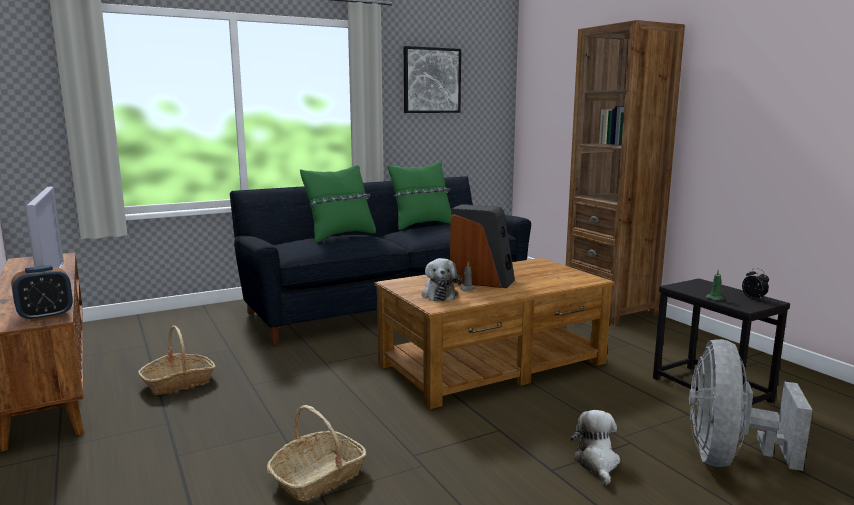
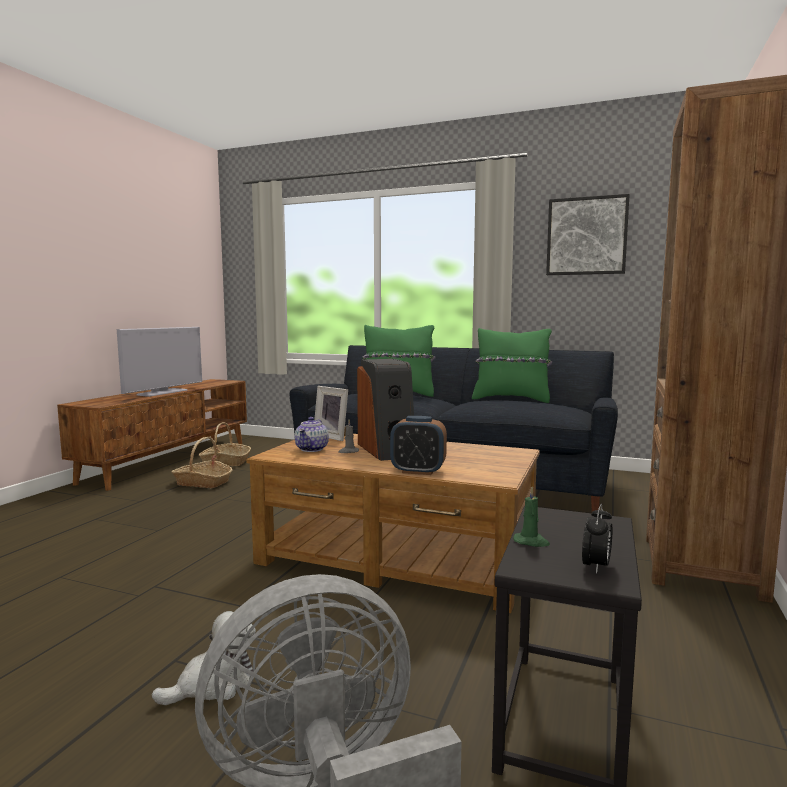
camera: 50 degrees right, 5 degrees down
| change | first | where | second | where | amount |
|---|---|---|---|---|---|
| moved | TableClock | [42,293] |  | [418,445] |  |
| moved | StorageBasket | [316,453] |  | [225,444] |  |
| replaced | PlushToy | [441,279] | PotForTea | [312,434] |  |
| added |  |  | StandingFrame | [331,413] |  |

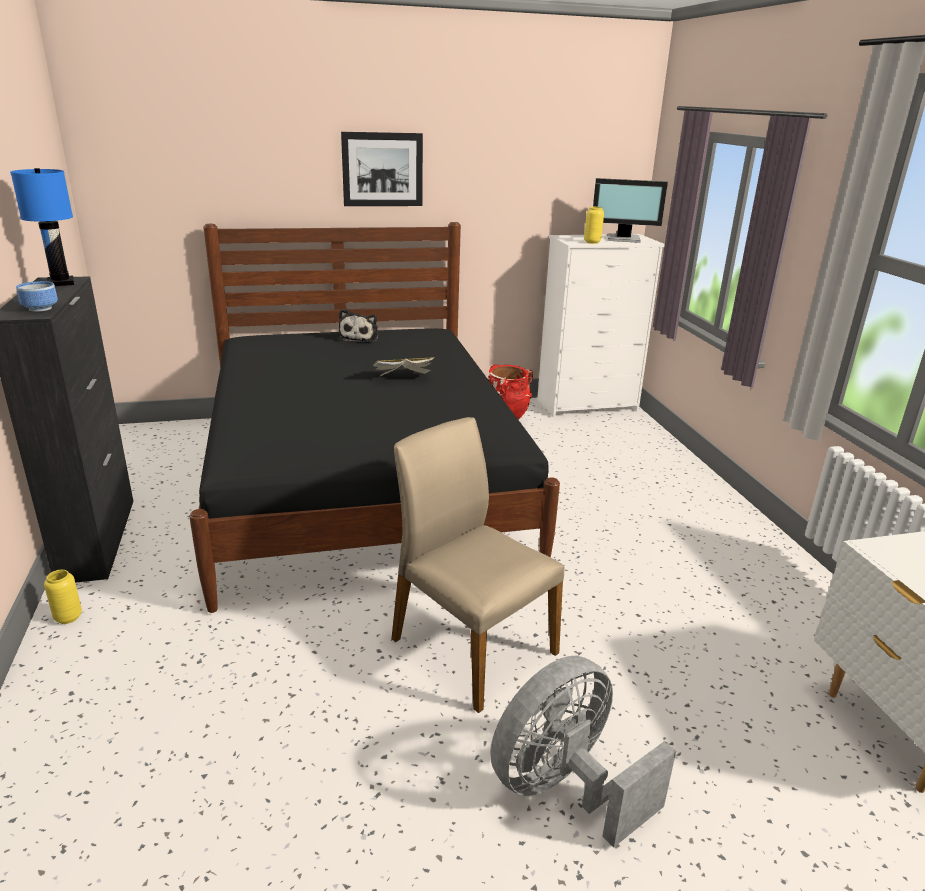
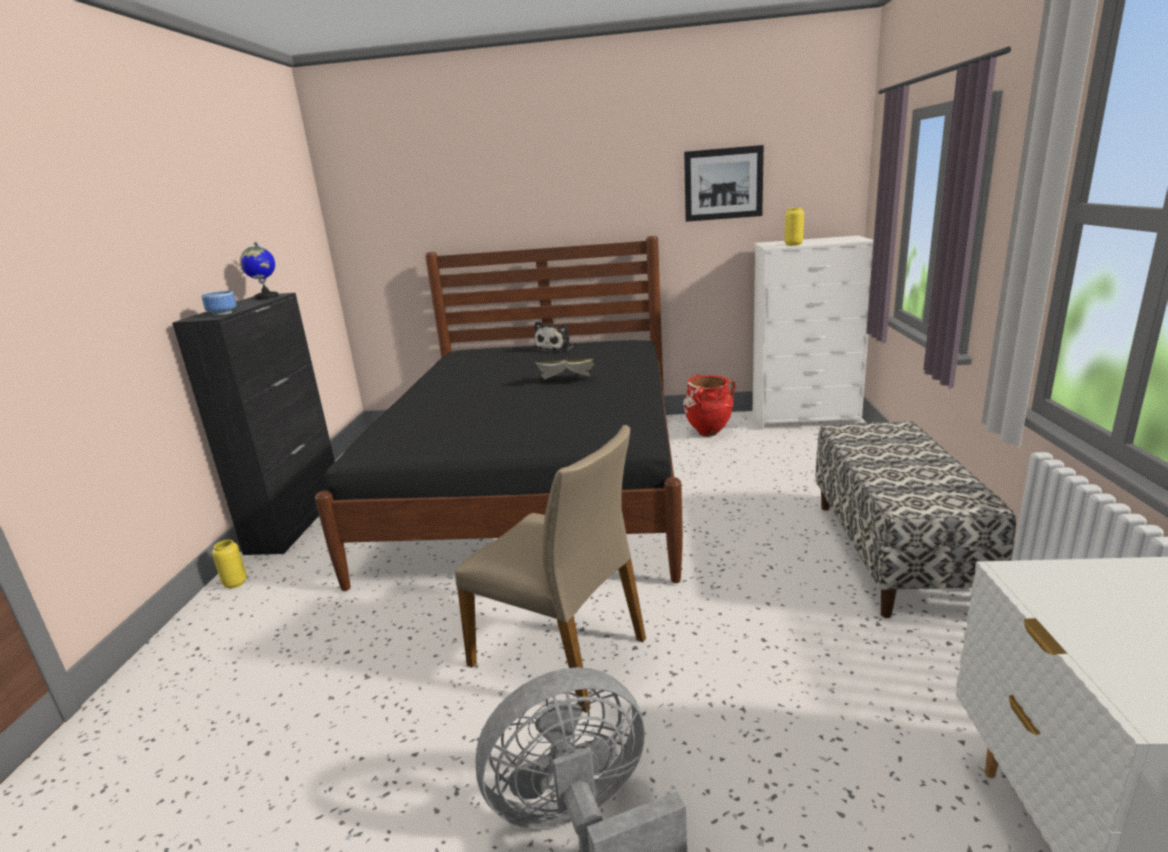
camera: 20 degrees right, 5 degrees down
| change | first | where | second | where | amount |
|---|---|---|---|---|---|
| replaced | BluishLampForATable | [42,227] | Globe | [259,271] |  |
| moved | WallArt | [382,169] |  | [724,183] |  |
| turned | BeigePlainChair | [477,565] |  | [550,569] | 150 degrees clockwise |
| removed | Monitor | [630,210] |  |  |  |
| added |  |  | Bench | [915,519] |  |

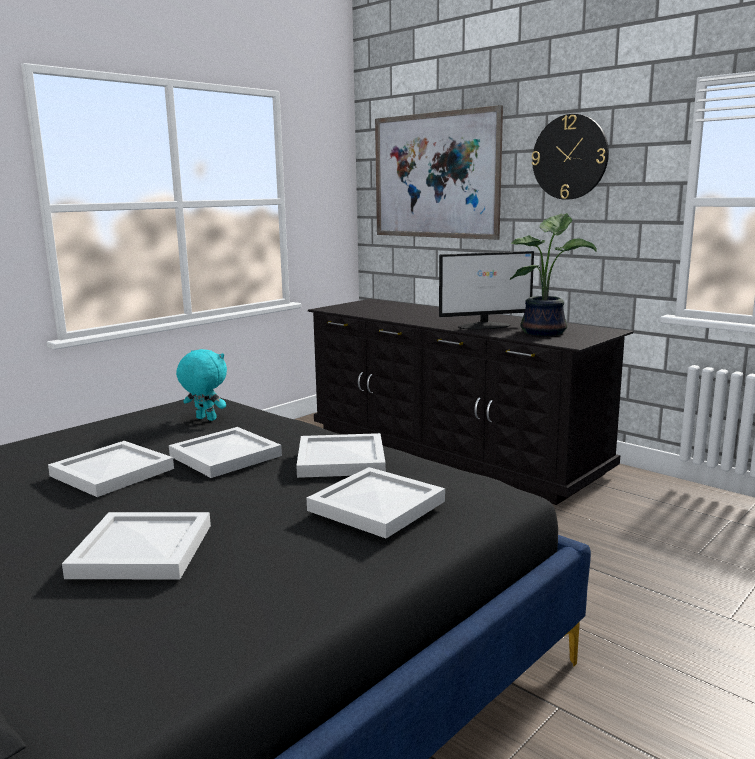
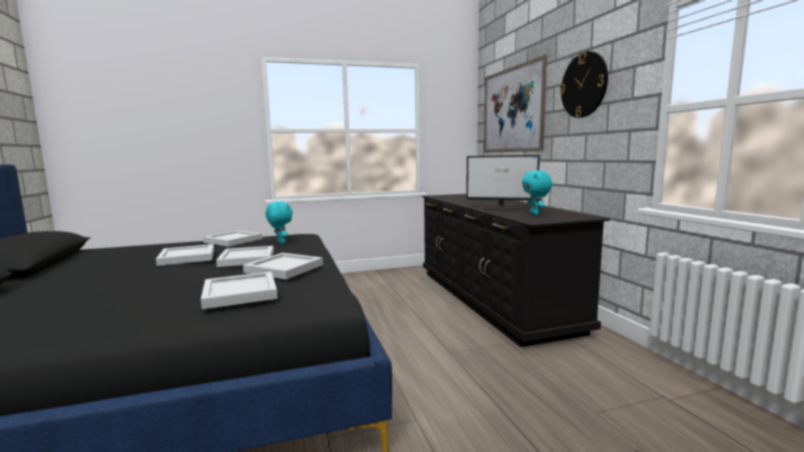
camera: 30 degrees right, 5 degrees down
| change | first | where | second | where | amount |
|---|---|---|---|---|---|
| moved | WhiteTray | [136,546] |  | [232,238] |  |
| replaced | PlantInAPot | [553,274] | TurquoisePlushToy | [537,192] |  |

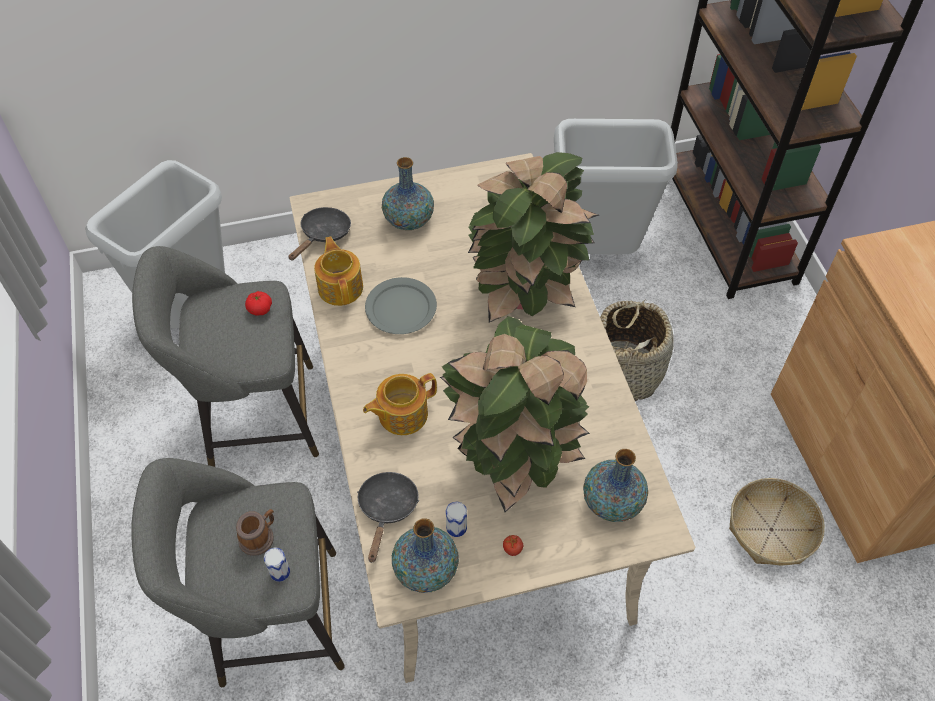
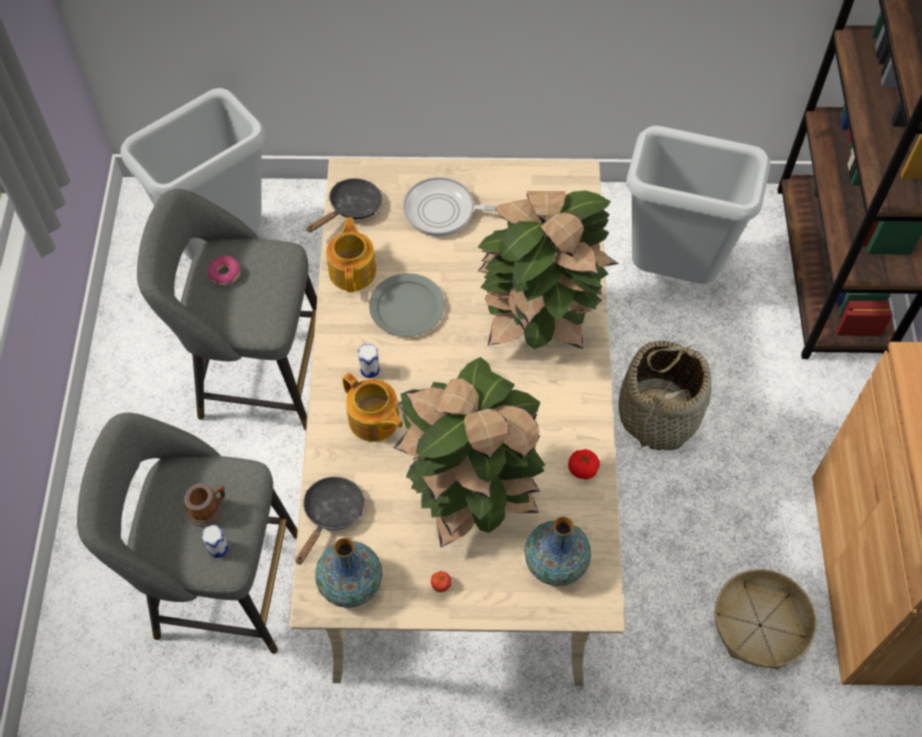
camera: 15 degrees right, 5 degrees up
| change | first | where | second | where | amount |
|---|---|---|---|---|---|
| moved | FreshTomato | [258,303] |  | [584,464] |  |
| turned | PotForTea | [400,404] |  | [372,407] | 120 degrees counterclockwise |
| replaced | FlowerVase | [408,193] | Skillet | [449,207] |  |
| moved | Can | [456,519] |  | [369,361] |  |
| added |  |  | Doughnut | [224,270] |  |

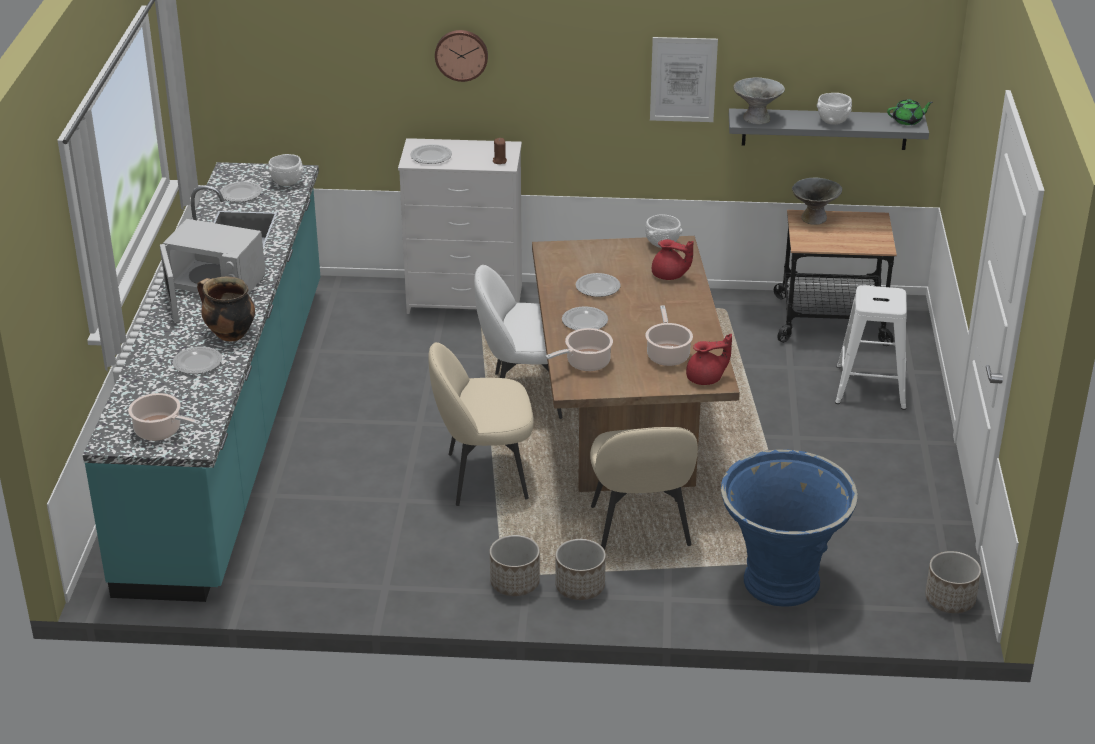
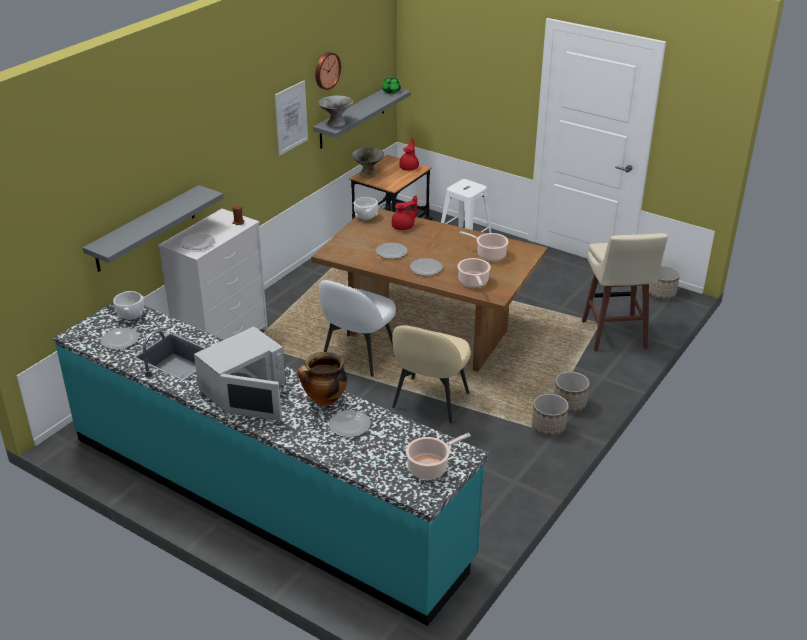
camera: 60 degrees left, 0 degrees up
| change | first | where | second | where | amount |
|---|---|---|---|---|---|
| moved | ClockOnTheWall | [461,56] |  | [328,71] |  |
| removed | BeigePlainChair | [644,488] |  |  |  |
| moved | RedColouredPotForTea | [709,359] |  | [409,154] |  |
| replaced | BluishFlowerPot | [789,527] | BeigeSittingStool | [625,292] |  |
| removed | WhiteBowl | [834,109] |  |  |  |
| added |  |  | GrayWallShelf | [153,228] |  |

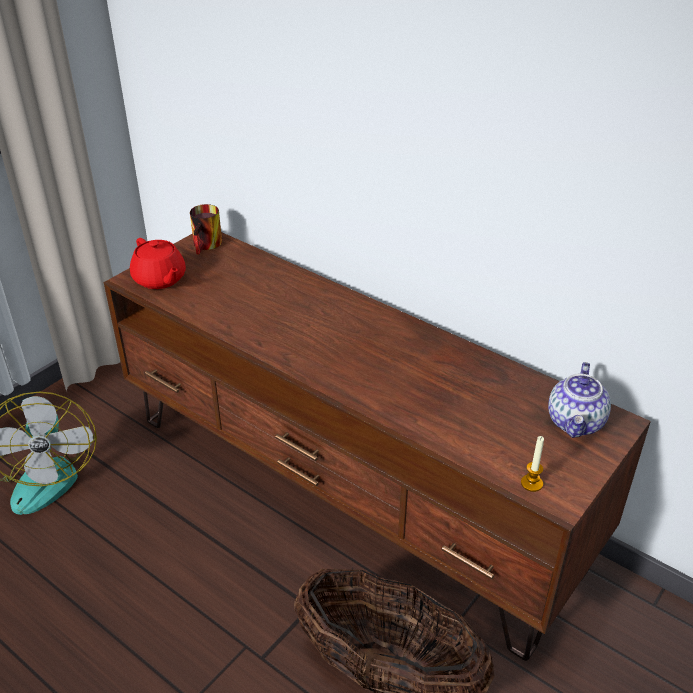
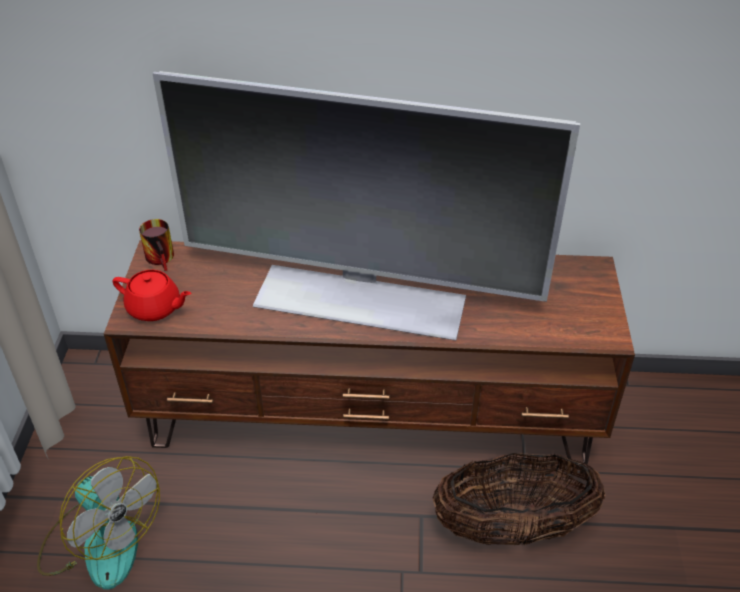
camera: 35 degrees left, 5 degrees up
| change | first | where | second | where | amount |
|---|---|---|---|---|---|
| removed | Candle | [532,464] |  |  |  |
| removed | PotForTea | [579,400] |  |  |  |
| added |  |  | Tv | [366,205] |  |

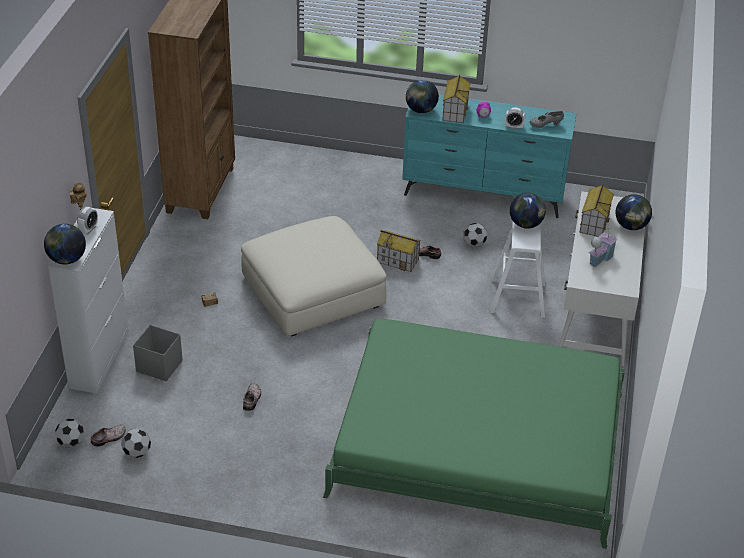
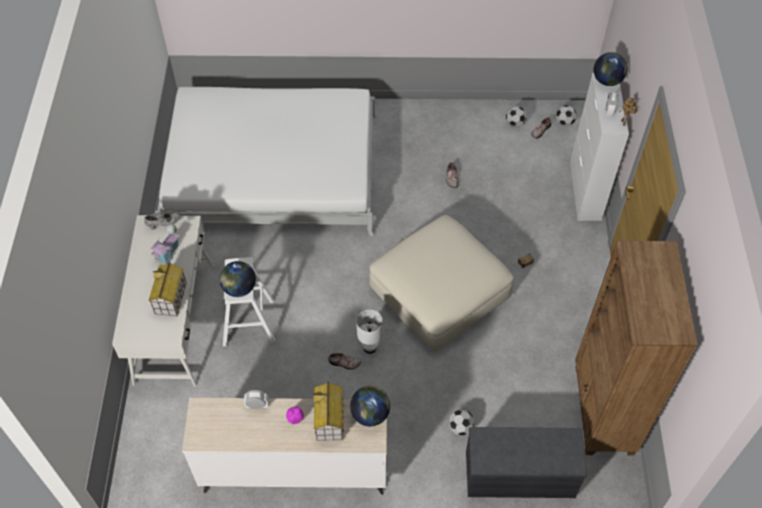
camera: 170 degrees right, 15 degrees up
| change | first | where | second | where | amount |
|---|---|---|---|---|---|
| removed | GrayStorageBox | [158,353] |  |  |  |
| recoloured | GreenColouredSleepingBed | [474,434] | WhiteSleepingBed | [265,162] |  |
| replaced | ModelHouse | [399,251] | WhiteLampForATable | [369,331] |  |
| recoloured | TurquoiseChestOfDrawers | [489,156] | BeigeChestOfDrawers | [284,446] |  |
| moved | FootballBall | [475,235] |  | [461,422] |  |
| moved | GrayItemOfFootwear | [546,119] |  | [162,221] |  |
| removed | Globe | [634,212] |  |  |  |
| added |  |  | GrayBench | [526,462] |  |

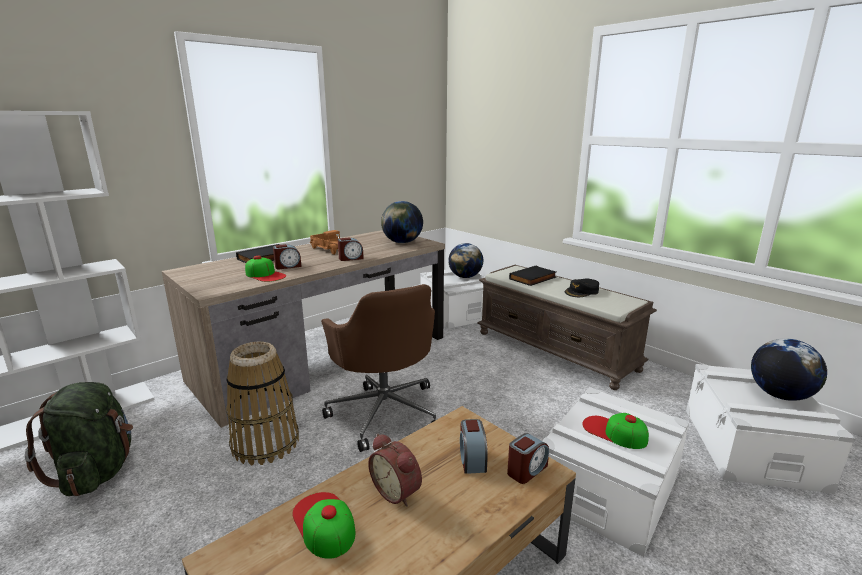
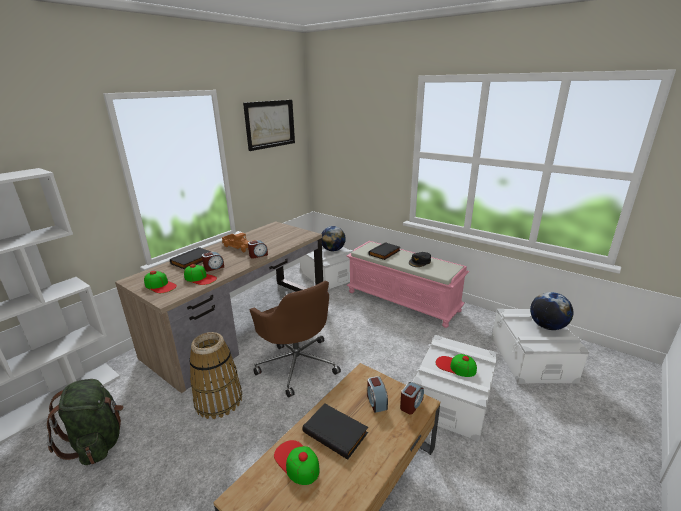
camera: 10 degrees left, 5 degrees up
| change | first | where | second | where | amount |
|---|---|---|---|---|---|
| replaced | TableClock | [395,470] | BlackBook | [335,431] |  |
| removed | Globe | [402,222] |  |  |  |
| recoloured | BrownishBench | [567,327] | PinkishBench | [408,284] |  |
| added |  |  | BaseballCap | [160,282] |  |
| added |  |  | WallArt | [269,125] |  |

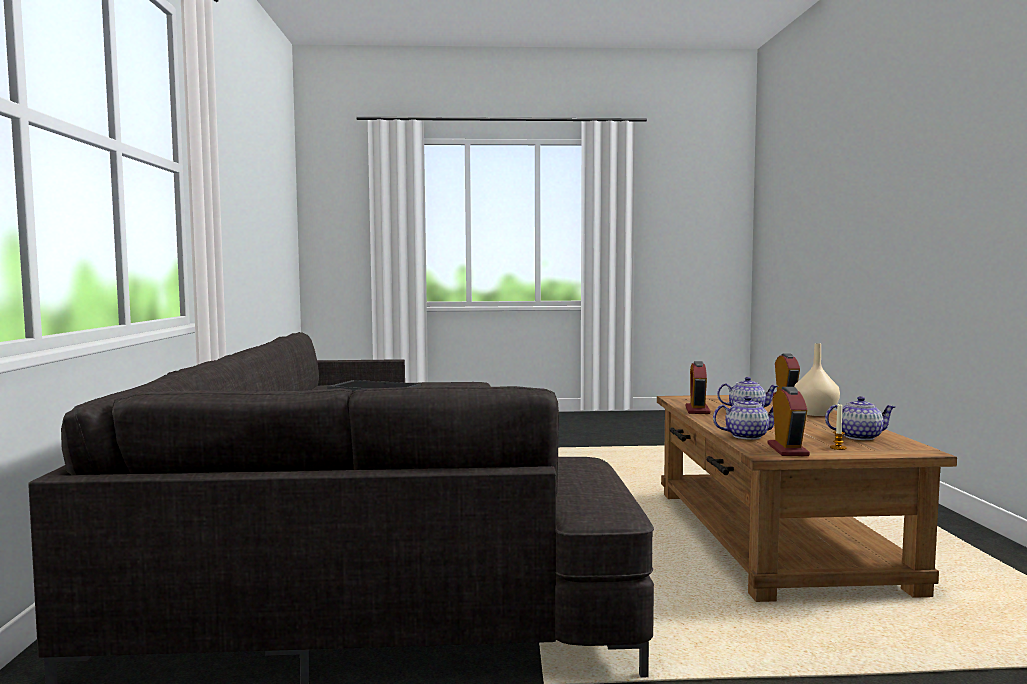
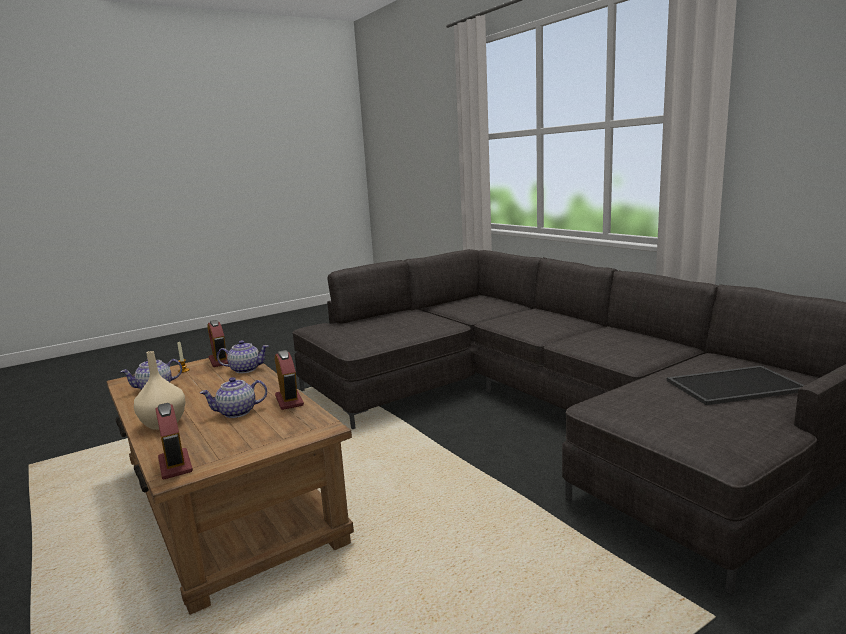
camera: 150 degrees right, 10 degrees up
| change | first | where | second | where | amount |
|---|---|---|---|---|---|
| turned | PotForTea | [743,418] |  | [243,356] | 150 degrees counterclockwise |

